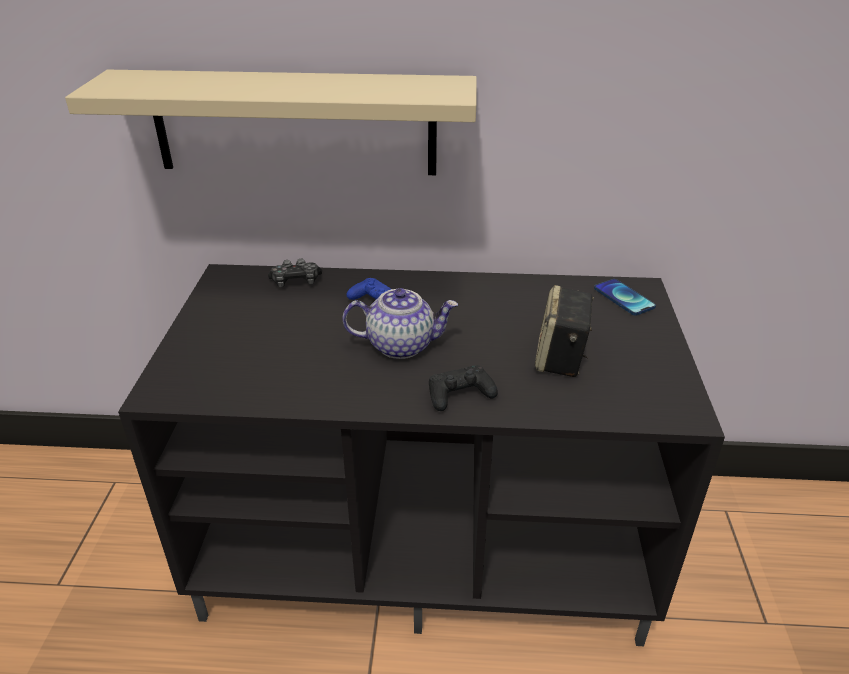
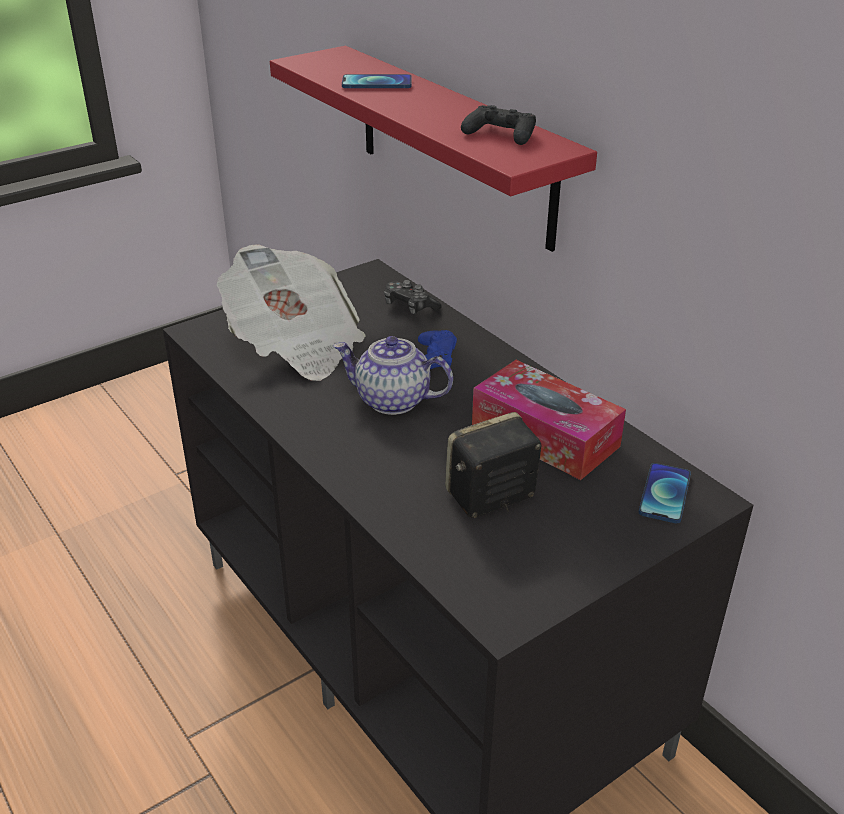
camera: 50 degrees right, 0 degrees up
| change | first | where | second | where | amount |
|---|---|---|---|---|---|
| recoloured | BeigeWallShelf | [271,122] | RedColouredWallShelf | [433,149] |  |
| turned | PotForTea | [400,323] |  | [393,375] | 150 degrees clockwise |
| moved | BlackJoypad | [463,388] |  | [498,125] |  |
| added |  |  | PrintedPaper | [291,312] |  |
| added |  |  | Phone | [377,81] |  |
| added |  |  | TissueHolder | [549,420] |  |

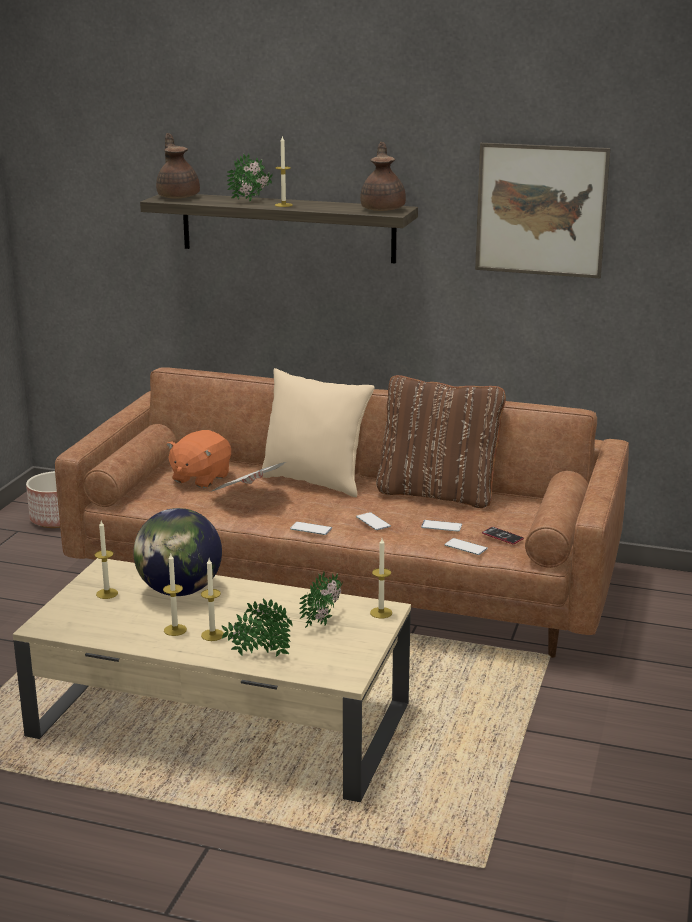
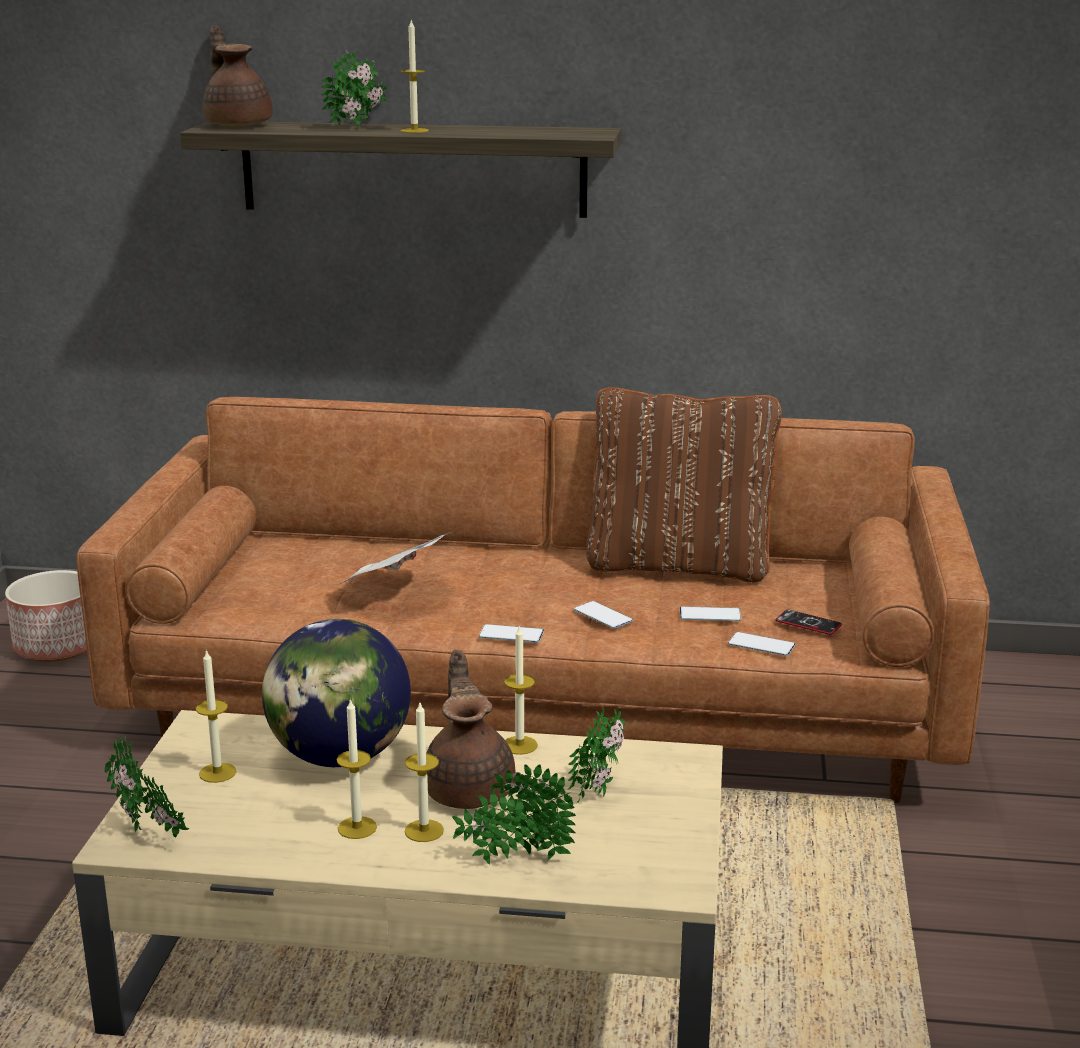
camera: 10 degrees left, 0 degrees up
| change | first | where | second | where | amount |
|---|---|---|---|---|---|
| removed | OrangeColouredPlushToy | [198,459] |  |  |  |
| removed | BeigeCushion | [318,432] |  |  |  |
| moved | BrownishPotForTea | [383,176] |  | [471,729] |  |
| moved | Candle | [381,578] |  | [521,690] |  |
| removed | WallArt | [543,210] |  |  |  |
| added |  |  | PlantInAPot | [147,786] |  |

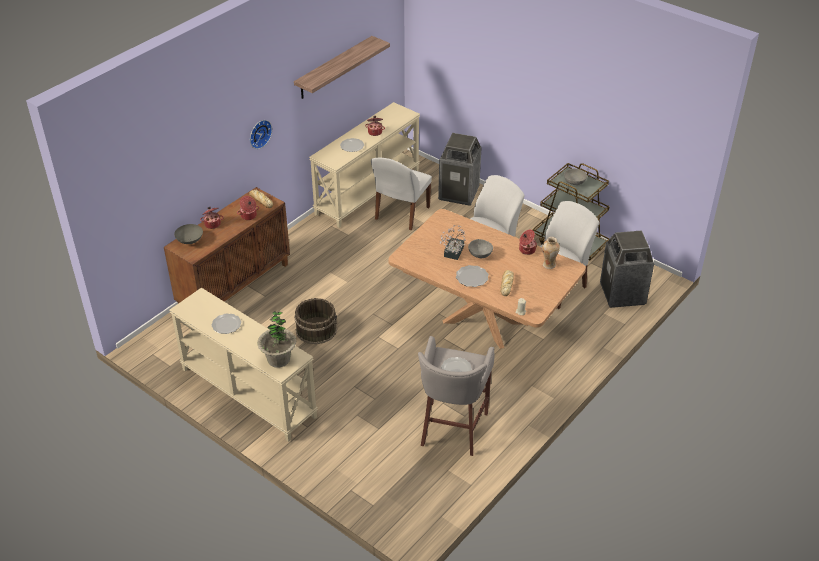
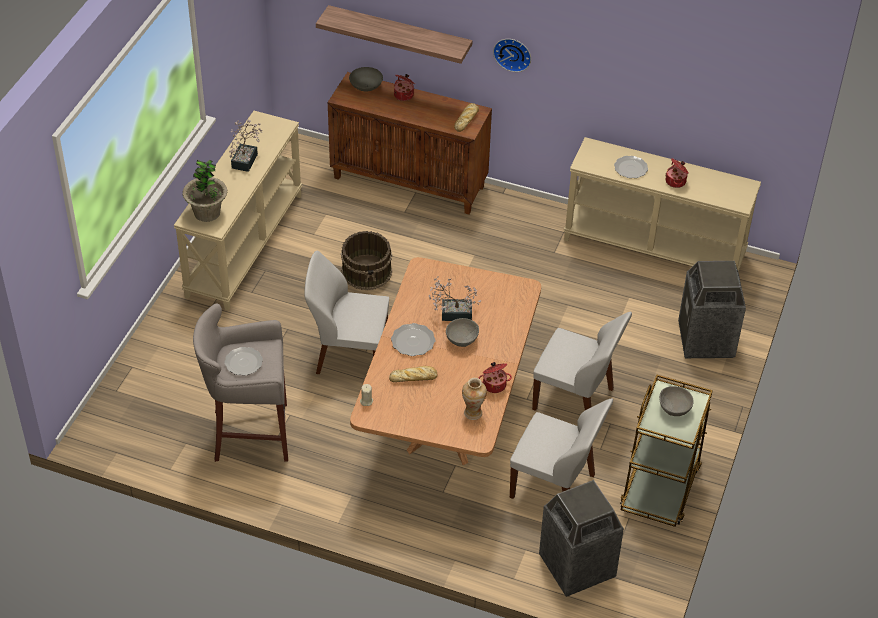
camera: 70 degrees right, 5 degrees up
| change | first | where | second | where | amount |
|---|---|---|---|---|---|
| replaced | DinnerPlate | [226,324] | PlantInAPot | [245,146] |  |
| removed | CookingPot | [248,208] |  |  |  |
| moved | WallShelf | [342,67] |  | [394,34] |  |
| moved | WhitePlainChair | [401,194] |  | [346,312] |  |

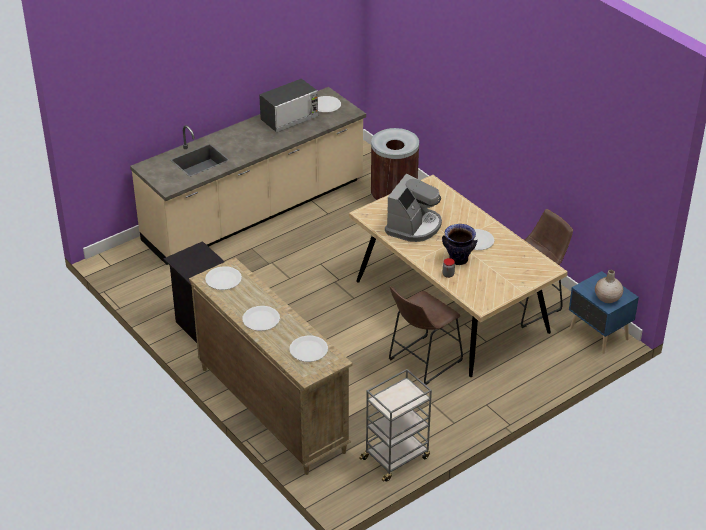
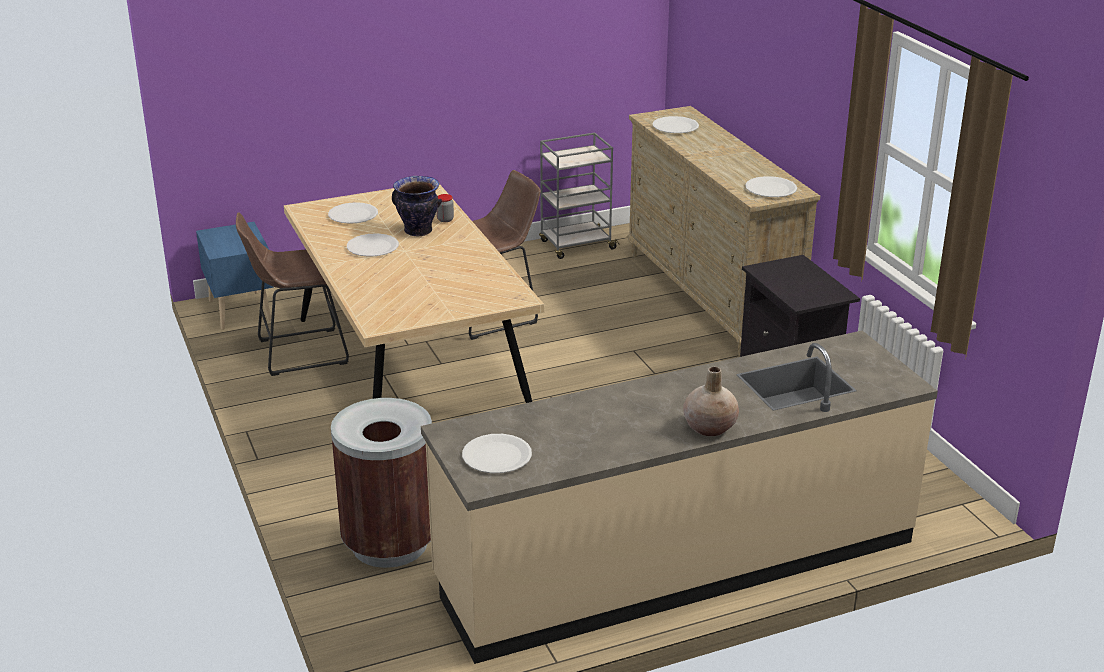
camera: 165 degrees left, 10 degrees down
| change | first | where | second | where | amount |
|---|---|---|---|---|---|
| moved | WhiteDinnerPlate | [261,318] |  | [353,213] |  |
| removed | Microwave | [288,105] |  |  |  |
| removed | CoffeeMaker | [413,208] |  |  |  |
| moved | BeigeFlowerVase | [609,286] |  | [711,401] |  |

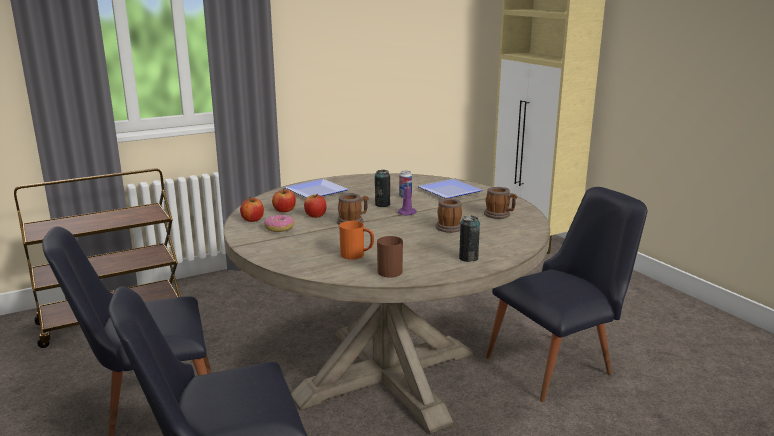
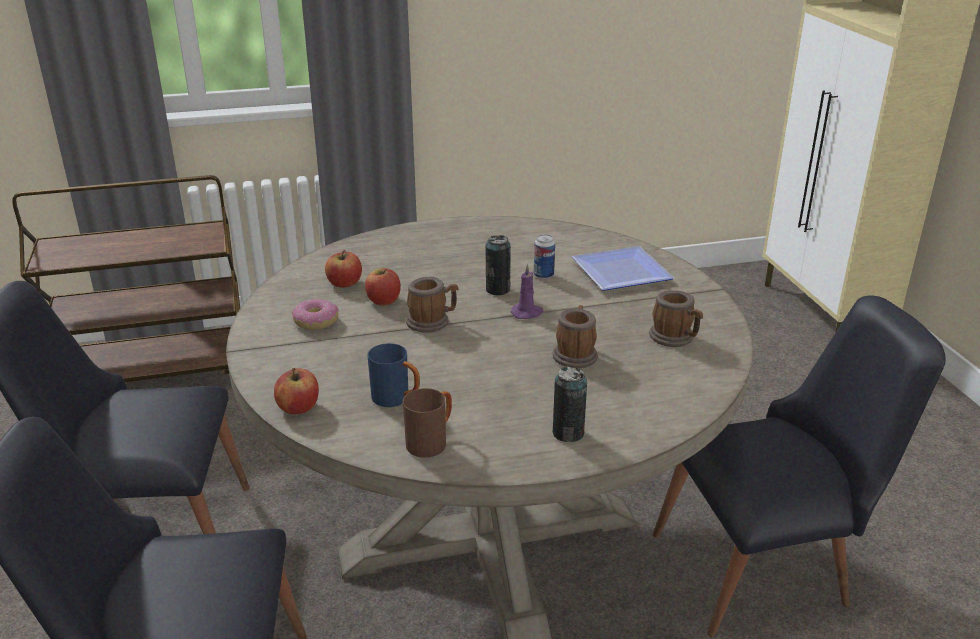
camera: 15 degrees right, 10 degrees up
| change | first | where | second | where | amount |
|---|---|---|---|---|---|
| moved | WholeApple | [252,209] |  | [296,391] |  |
| removed | DinnerPlate | [317,188] |  |  |  |
| recoloured | OrangeColouredCoffeeMug | [356,240] | BluishCoffeeMug | [393,375] |  |

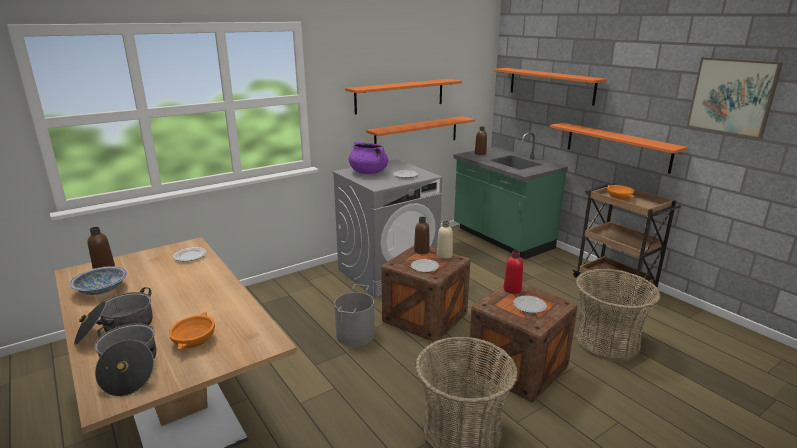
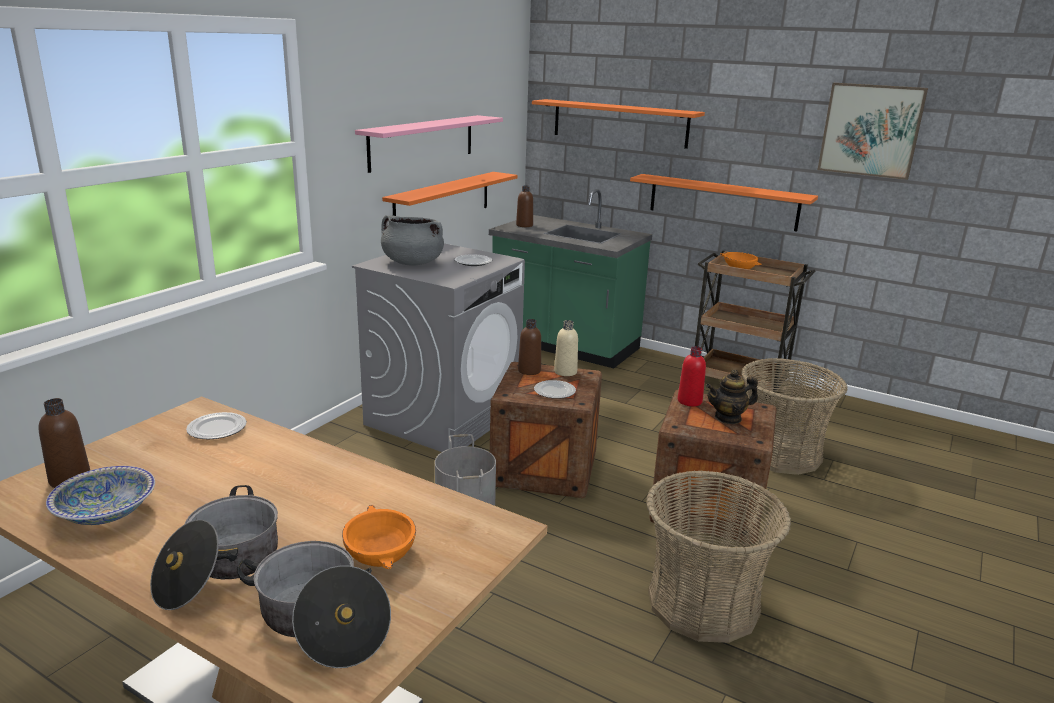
camera: 25 degrees left, 0 degrees up
| change | first | where | second | where | amount |
|---|---|---|---|---|---|
| recoloured | OrangeColouredWallShelf | [403,96] | PinkishWallShelf | [429,144] |  |
| recoloured | PurpleCookingPot | [368,158] | GrayCookingPot | [412,240] |  |
| replaced | DinnerPlate | [530,304] | PotForTea | [732,396] |  |

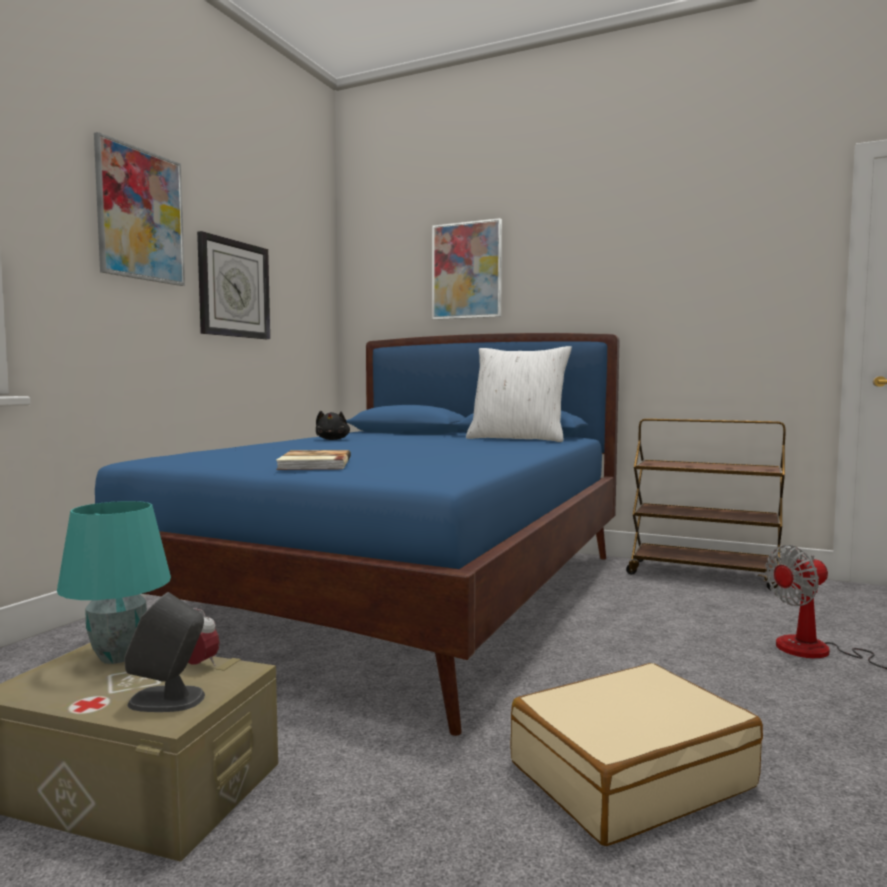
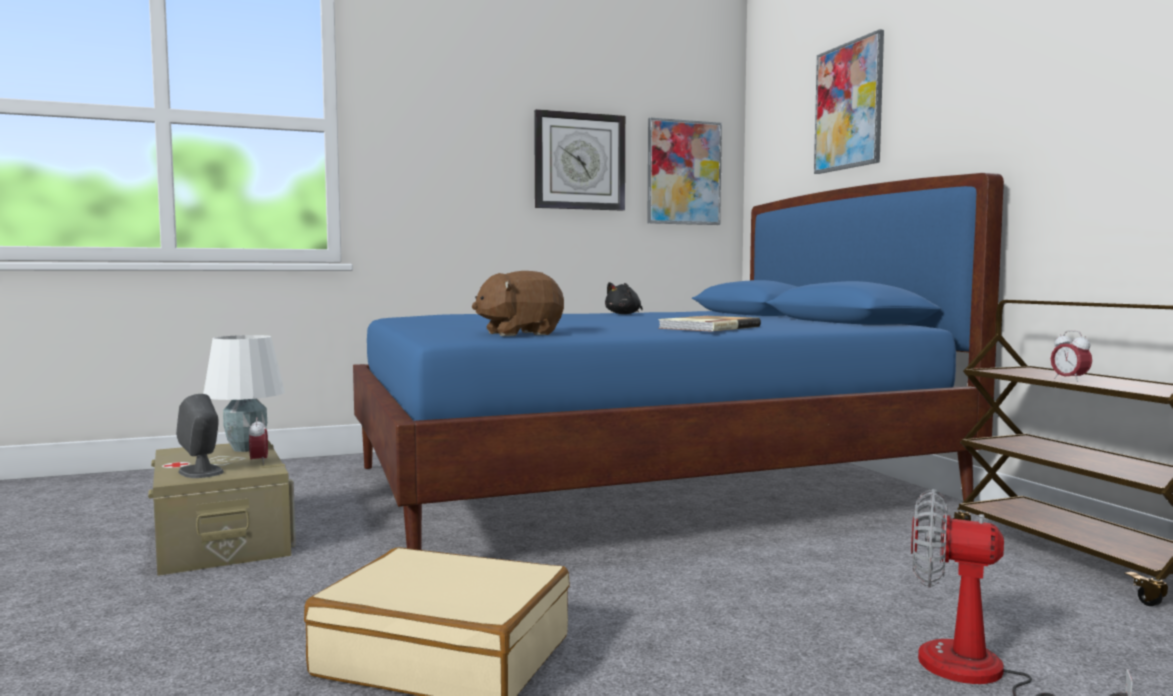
camera: 45 degrees right, 0 degrees up
| change | first | where | second | where | amount |
|---|---|---|---|---|---|
| recoloured | TurquoiseLampForATable | [114,582] | WhiteLampForATable | [244,393] |  |
| moved | WallArt | [139,209] |  | [684,171] |  |
| moved | Book | [313,460] |  | [709,324] |  |
| removed | WhiteCushion | [519,394] |  |  |  |
| added |  |  | BrownishPlushToy | [518,303] |  |
| added |  |  | TableClock | [1071,356] |  |

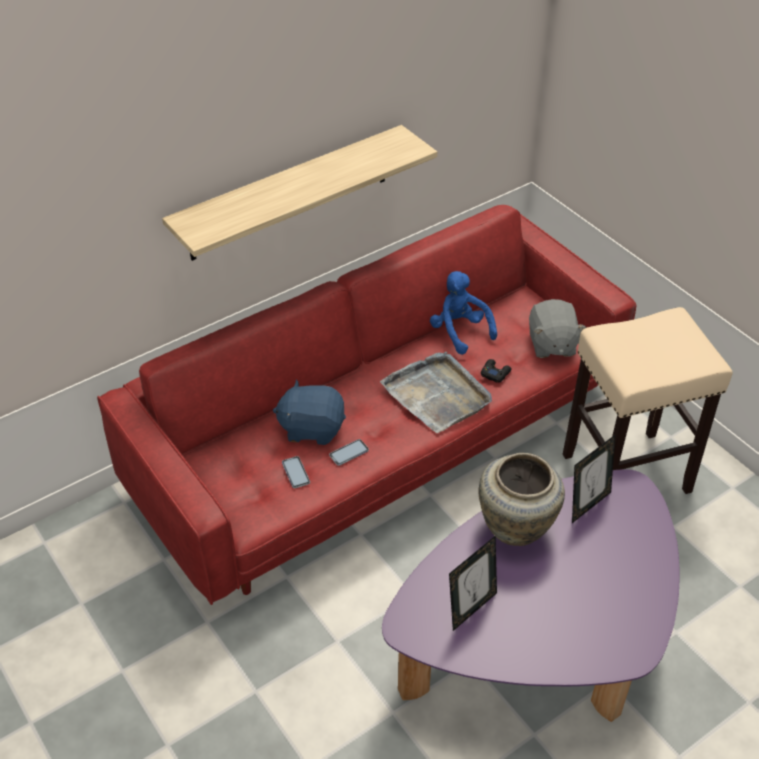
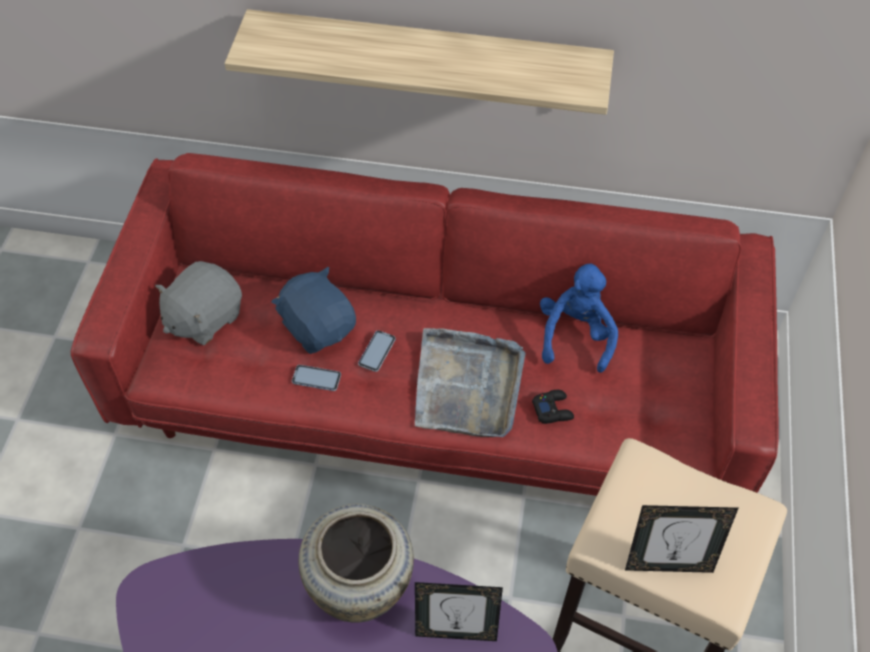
camera: 45 degrees right, 10 degrees up
| change | first | where | second | where | amount |
|---|---|---|---|---|---|
| moved | Phone | [296,472] |  | [377,351] |  |
| moved | StandingFrame | [473,583] |  | [681,539] |  |
| moved | GrayPlushToy | [557,328] |  | [198,303] |  |

